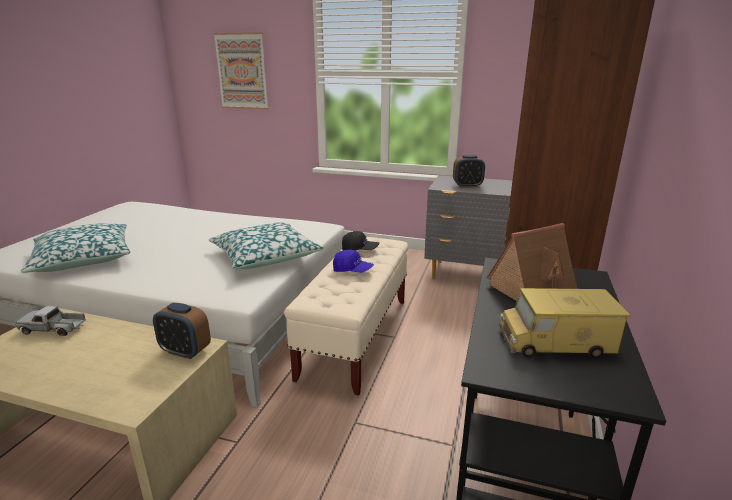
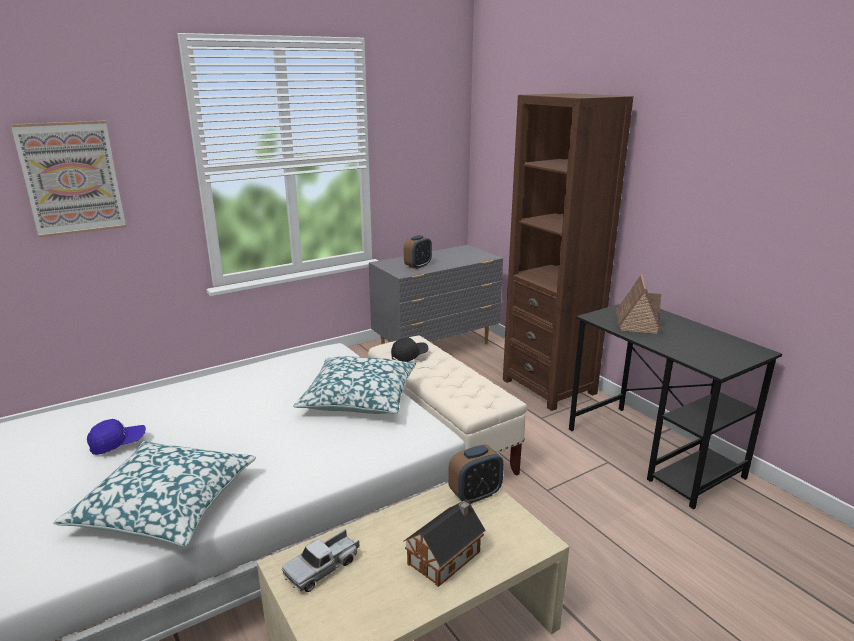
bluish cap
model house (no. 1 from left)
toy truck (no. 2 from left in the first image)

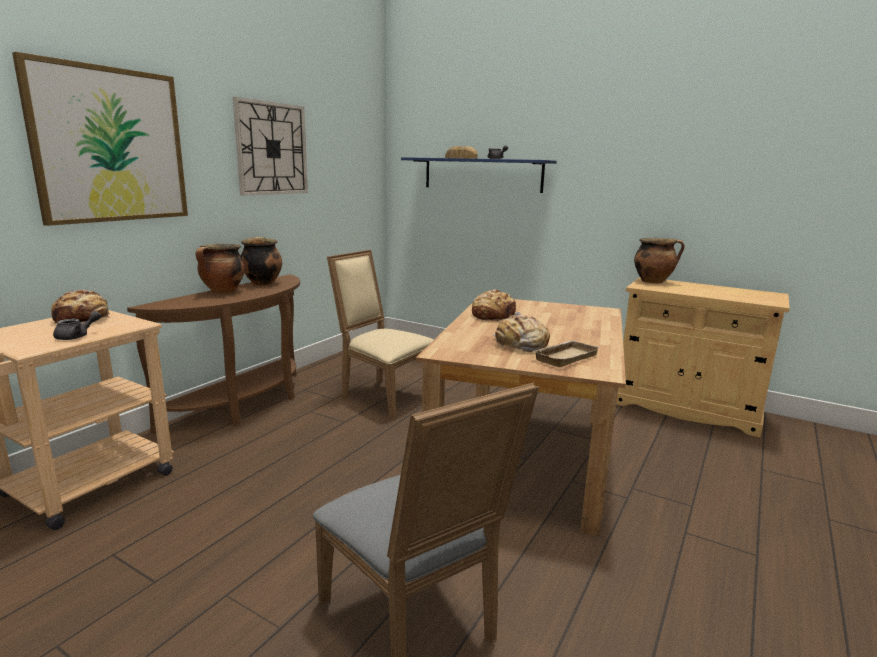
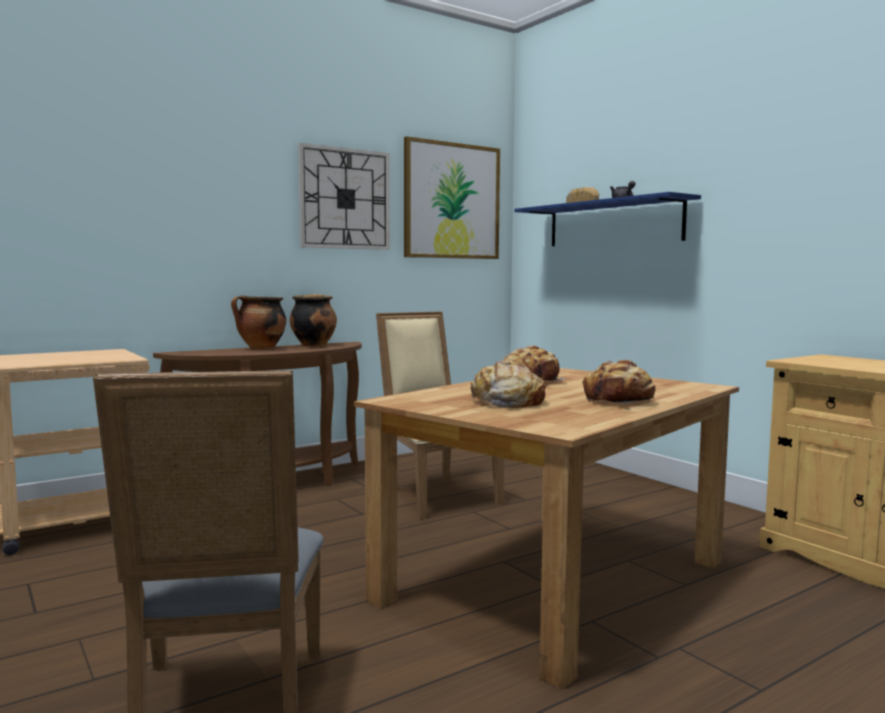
wall picture
baked bread (no. 4 from left)
greyish tea pot (no. 1 from left in the first image)
beige tray
stockpot (no. 3 from left in the first image)

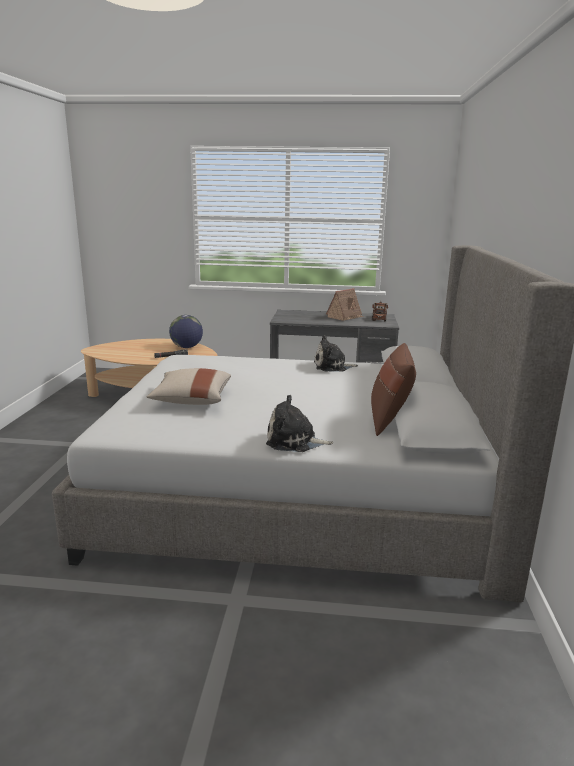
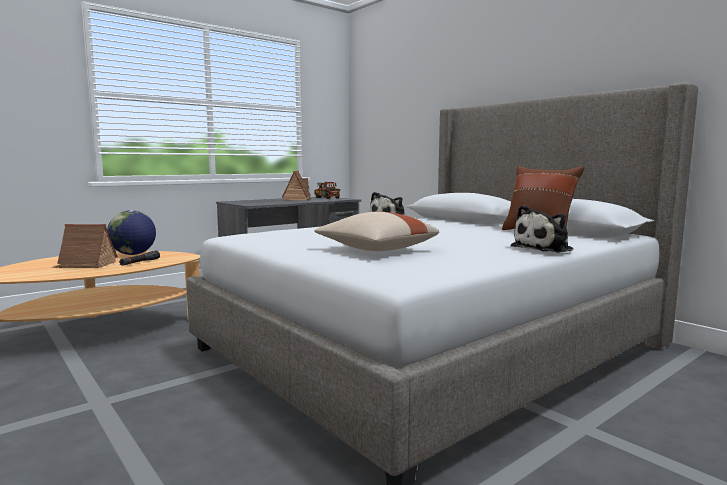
model house (no. 1 from left)

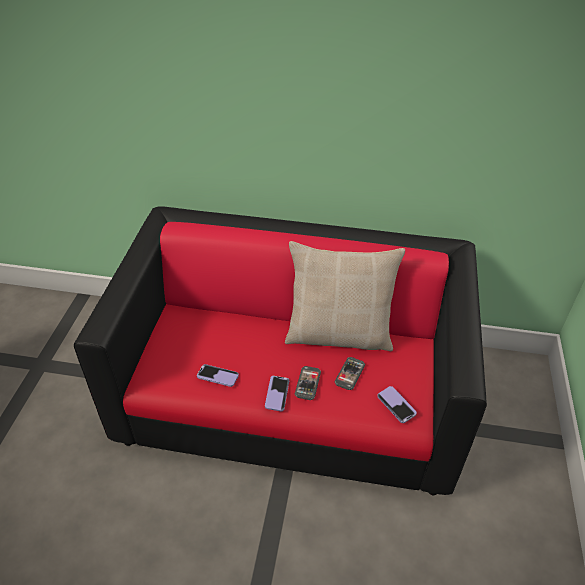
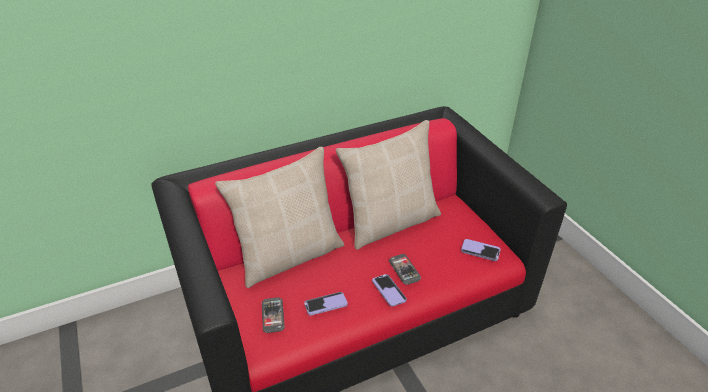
beige cushion (no. 1 from left)
handset (no. 1 from left)

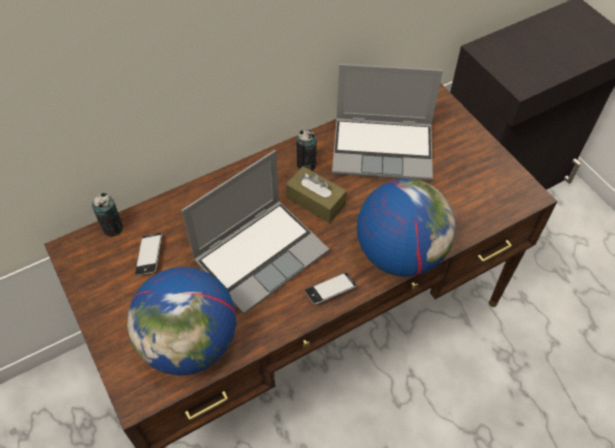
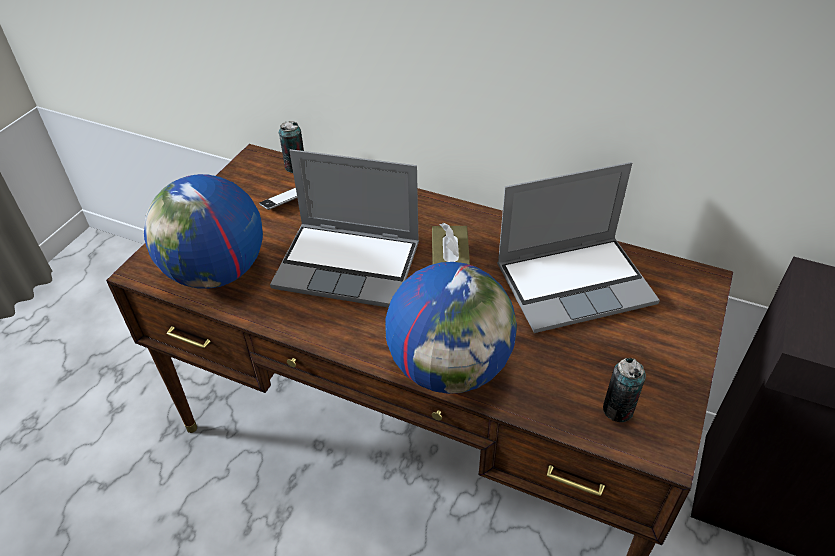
portable computer (no. 2 from left)
metal can (no. 2 from left)
handset (no. 2 from left in the first image)

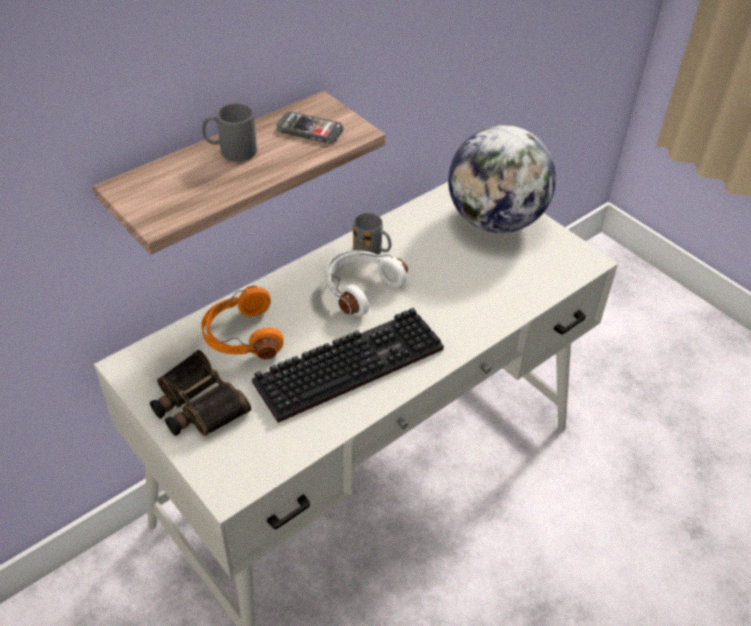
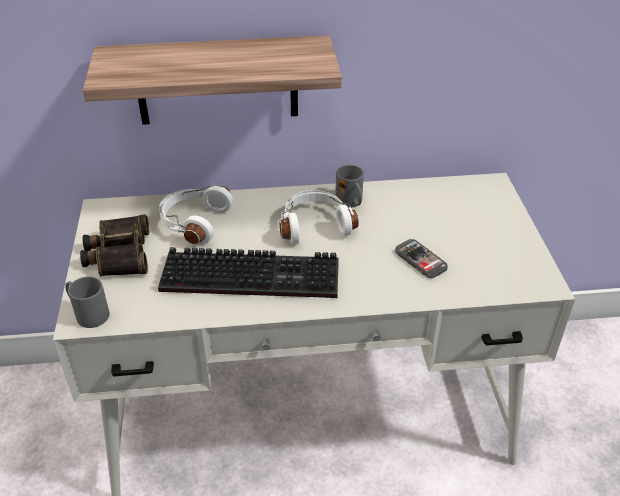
greyish tea mug (no. 1 from left)
white headset (no. 1 from left)
handset
world globe

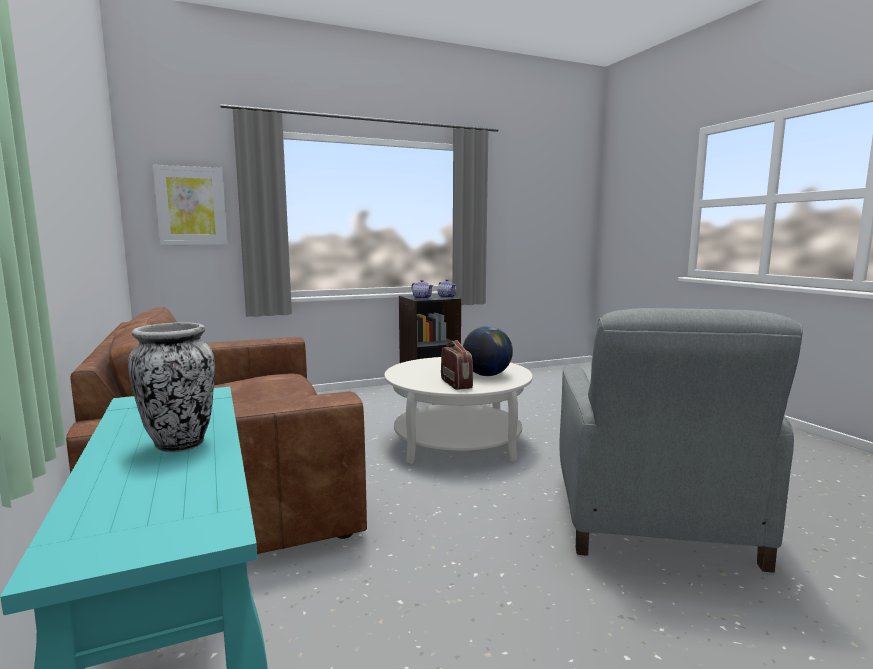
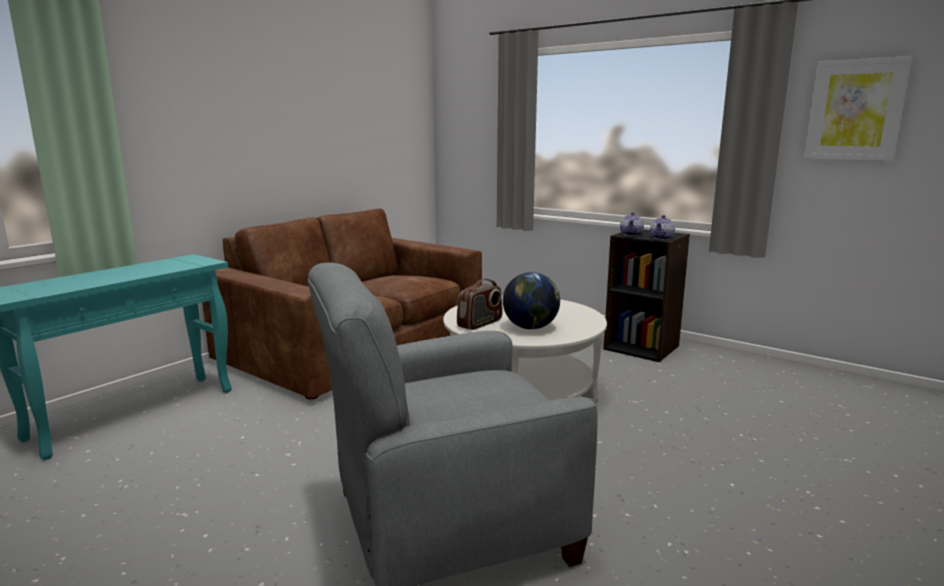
wall picture
vase

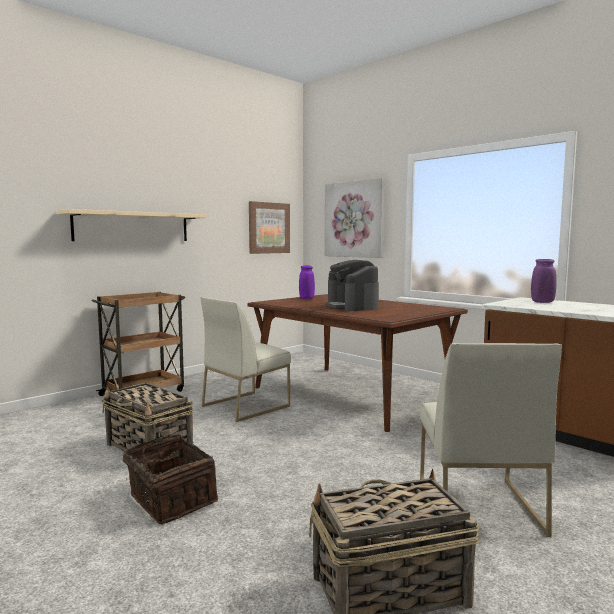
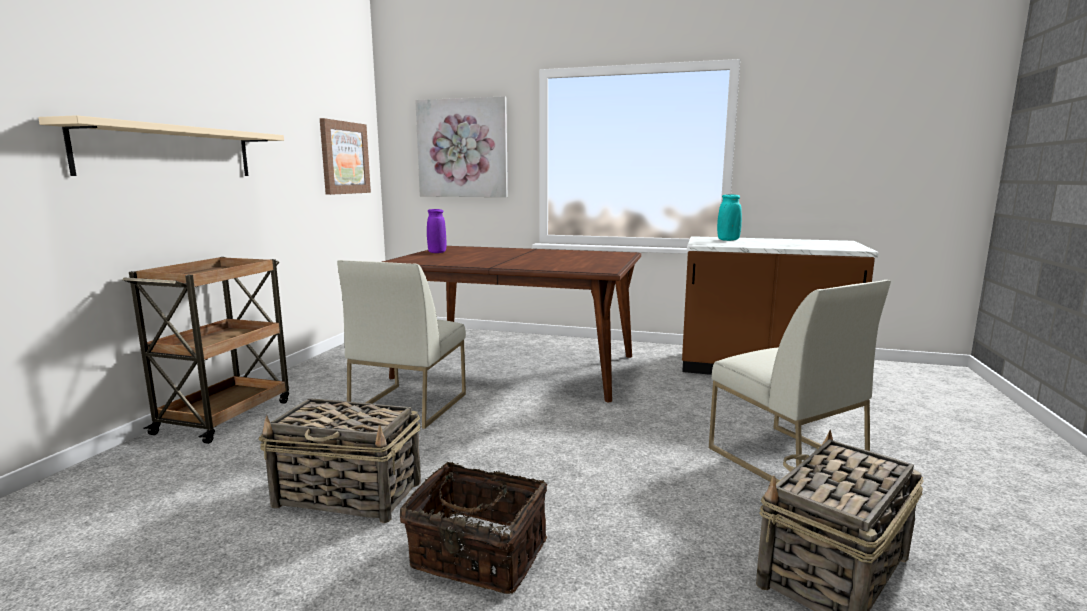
turquoise vase
coffee brewer

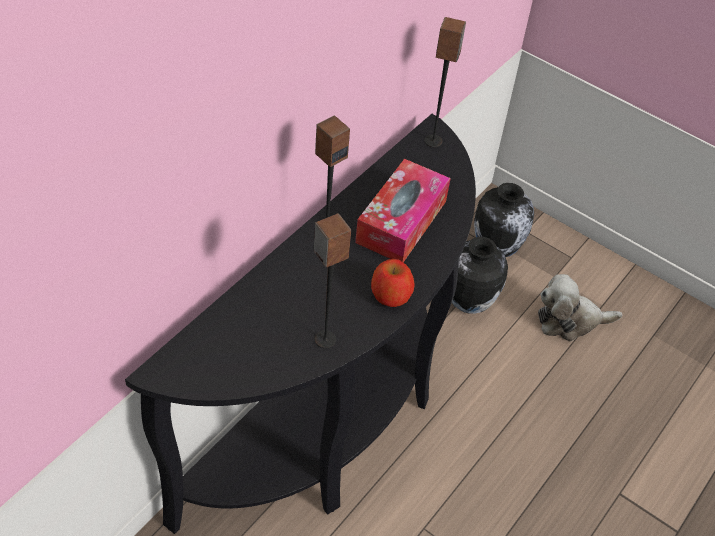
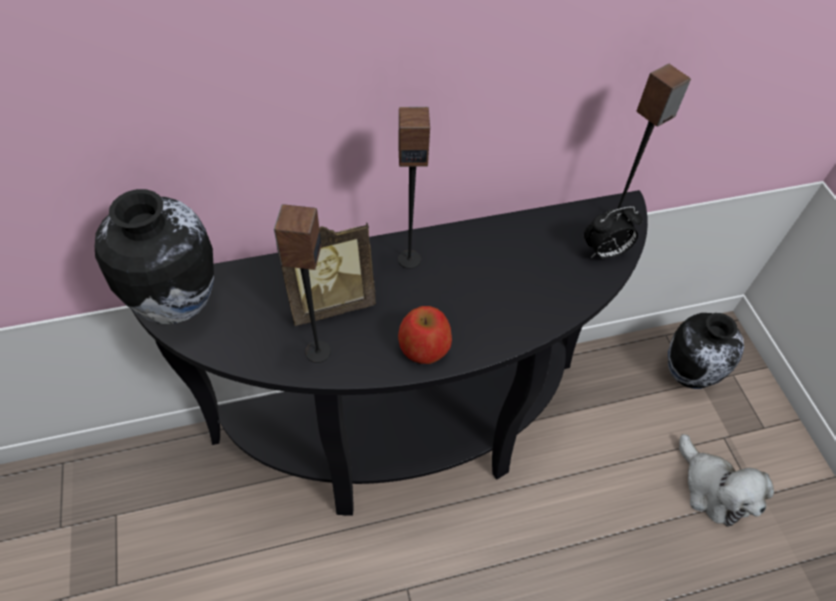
vase (no. 1 from left)
photo frame
alarm clock
plush toy
tissue box

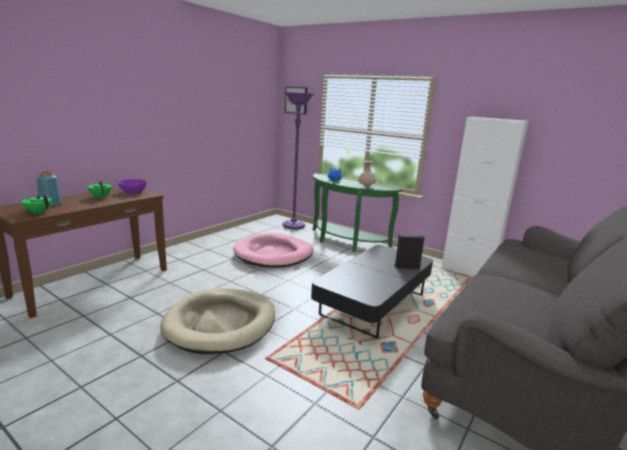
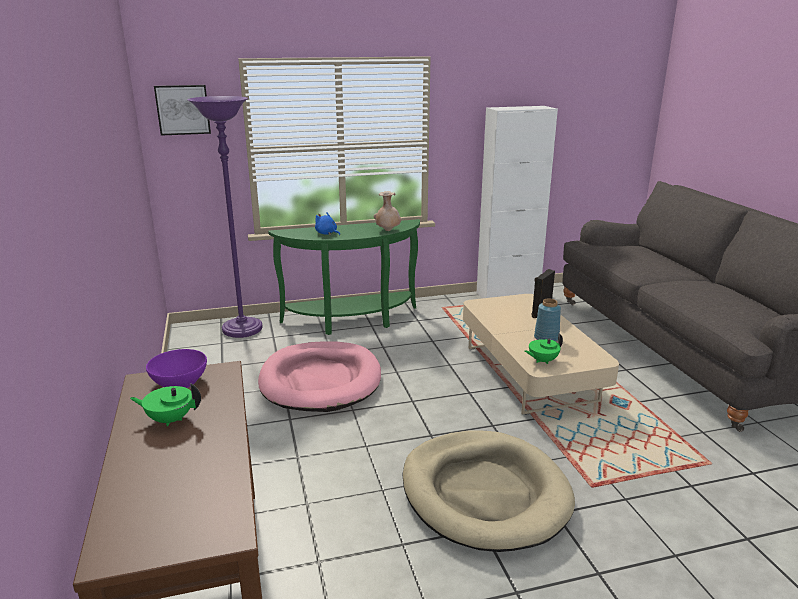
beige lounge table
green-coloured tea pot (no. 2 from left)
bluish vase

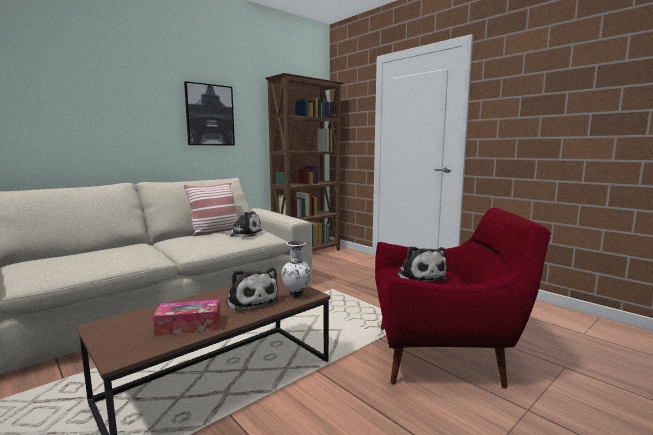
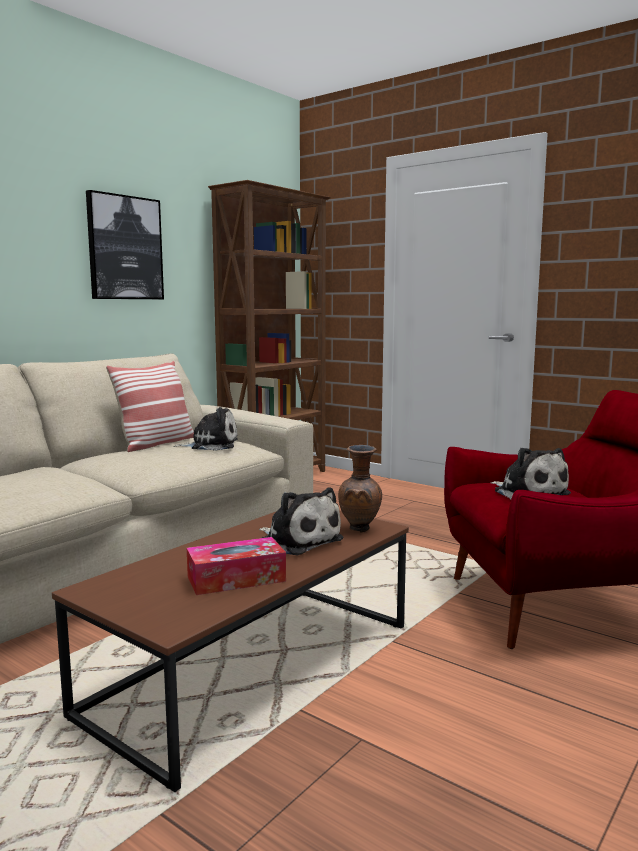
brown vase

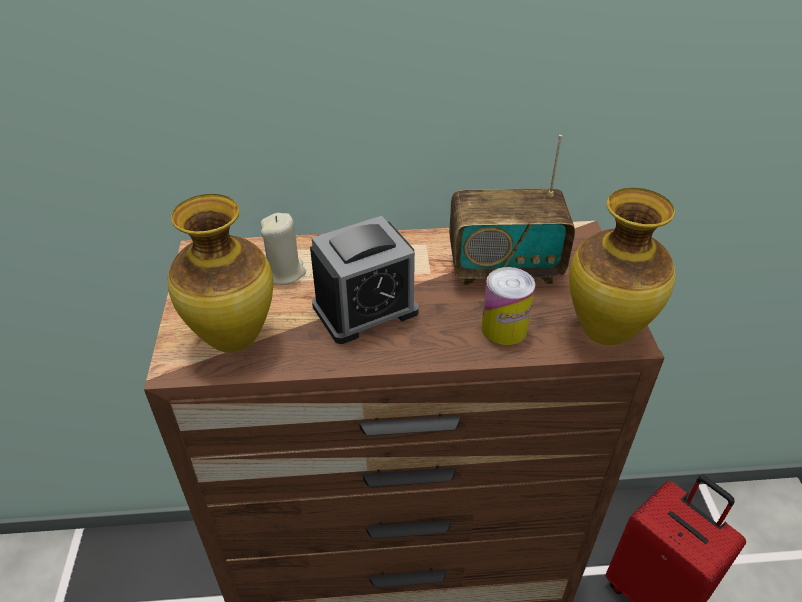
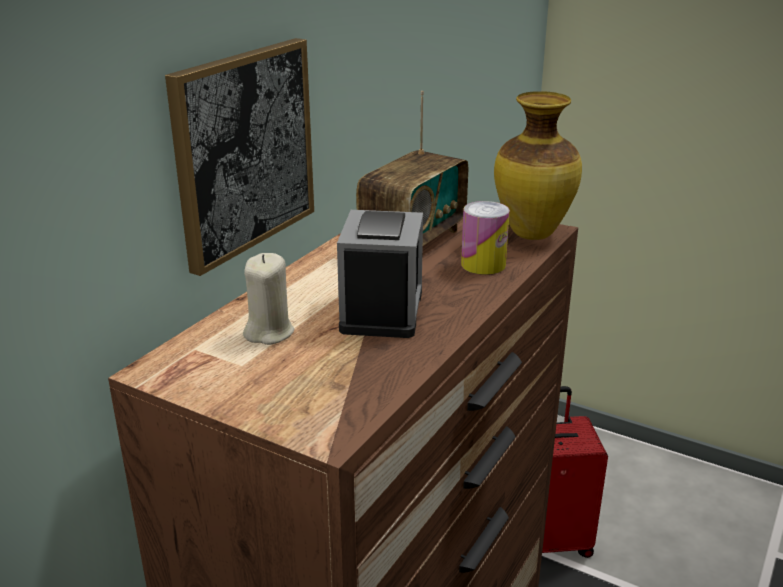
wall picture
vase (no. 1 from left in the first image)

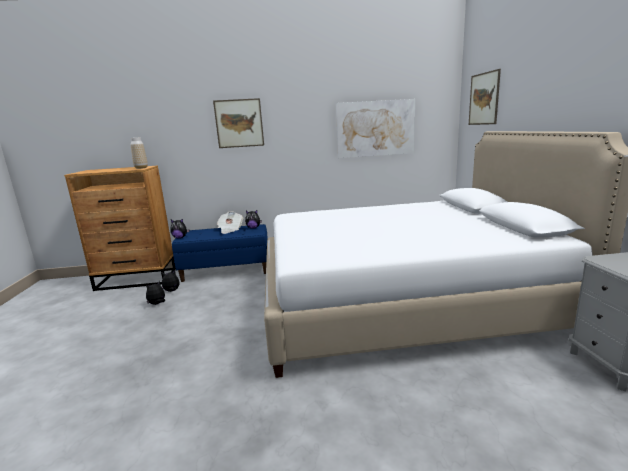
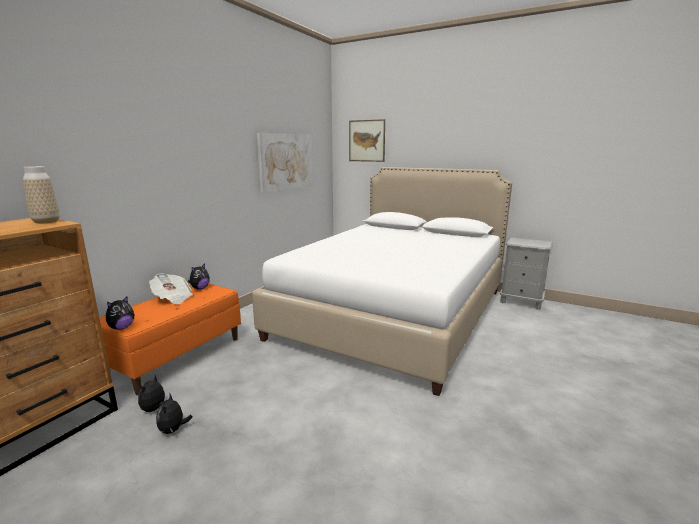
orangey long seat
wall picture (no. 1 from left in the first image)

